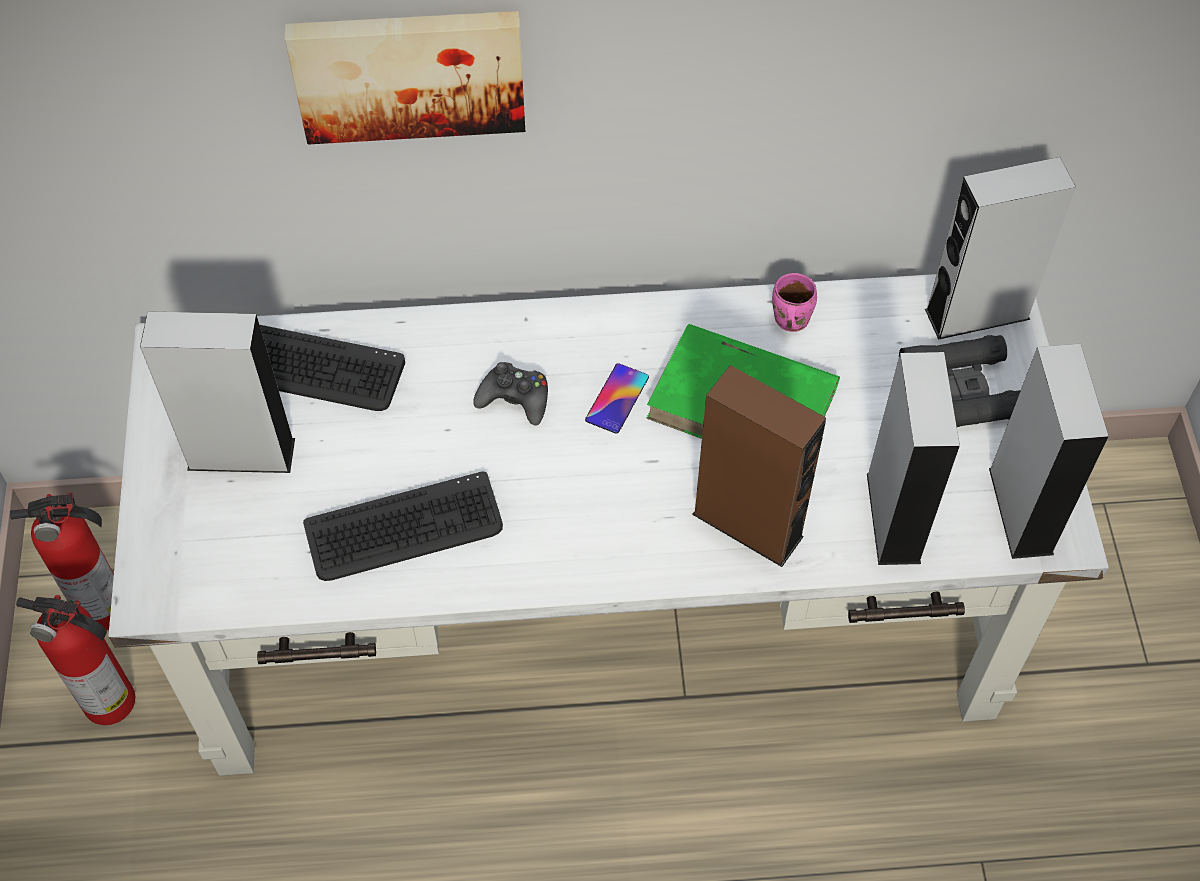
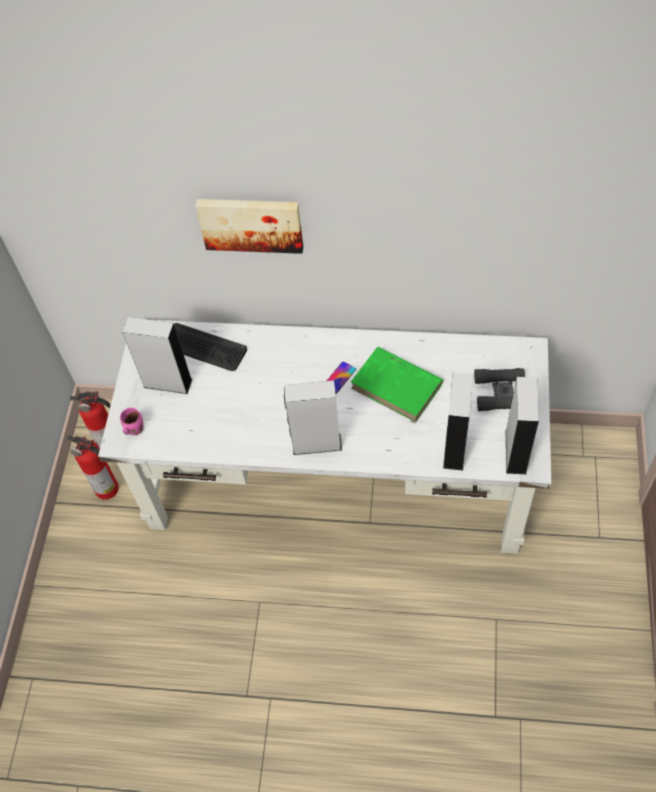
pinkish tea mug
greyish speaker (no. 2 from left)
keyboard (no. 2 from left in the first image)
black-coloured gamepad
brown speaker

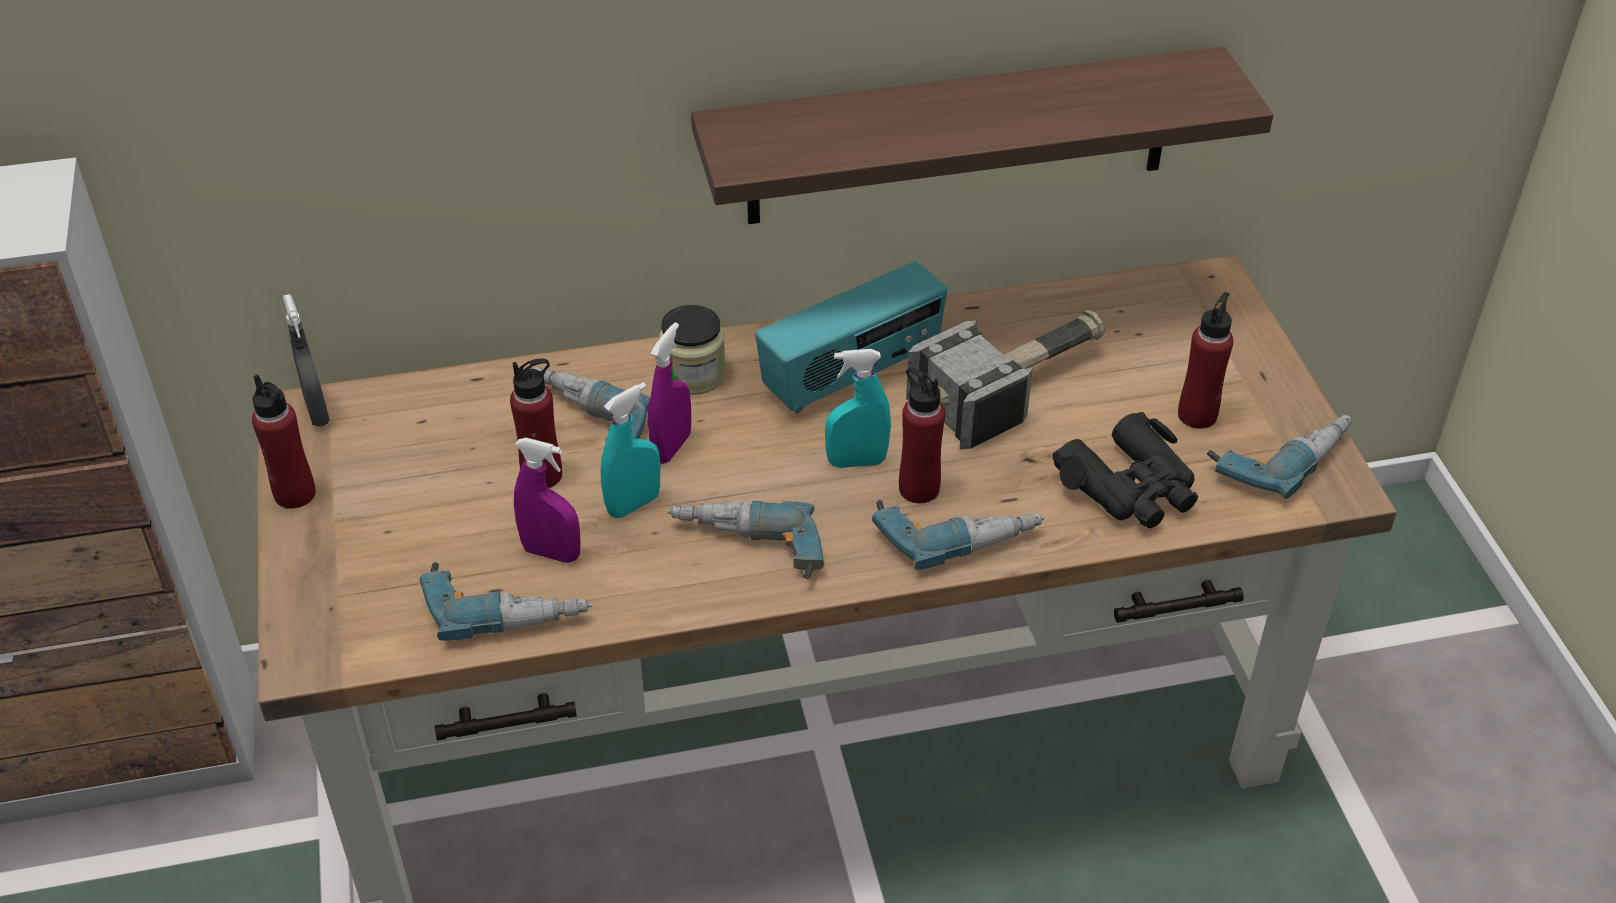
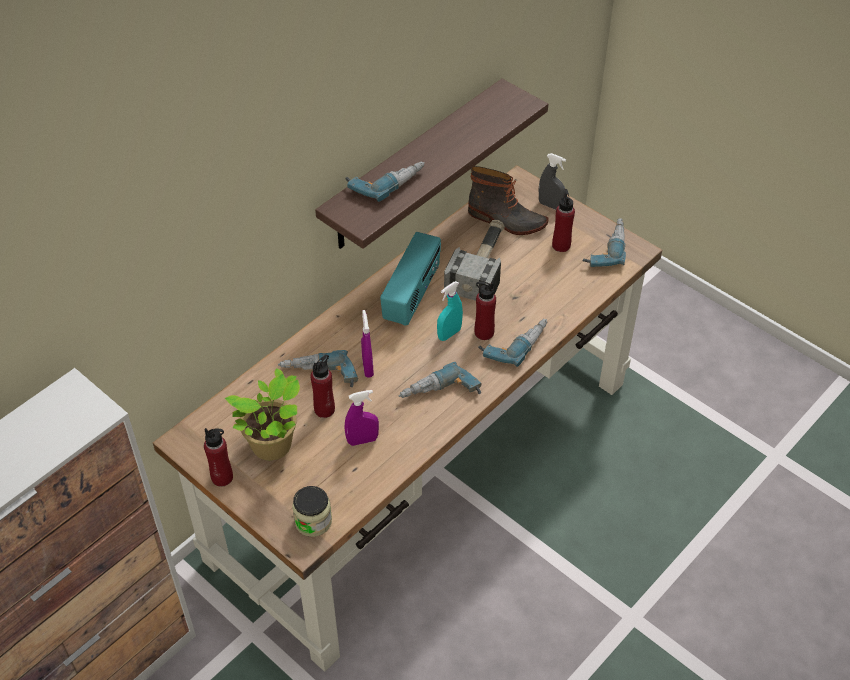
potted plant
jar
electric drill (no. 2 from left)
boot
greyish spray bottle
turquoise spray bottle (no. 1 from left in the first image)
black-coloured field glasses

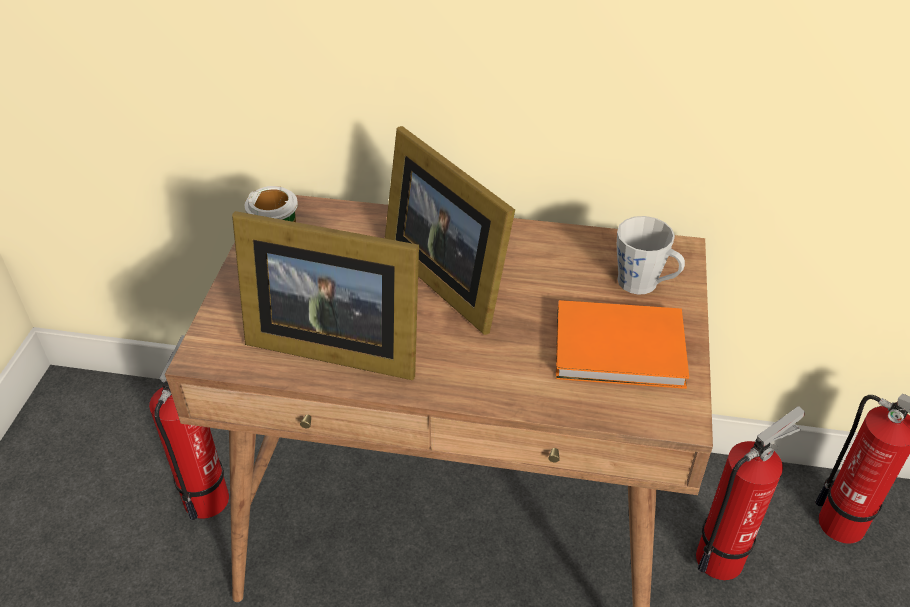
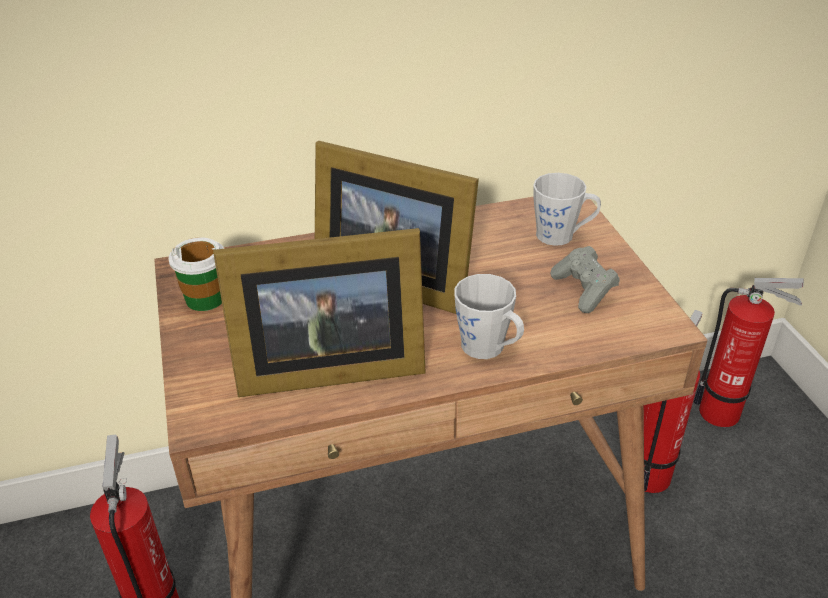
greyish tea mug (no. 1 from left)
greyish gamepad

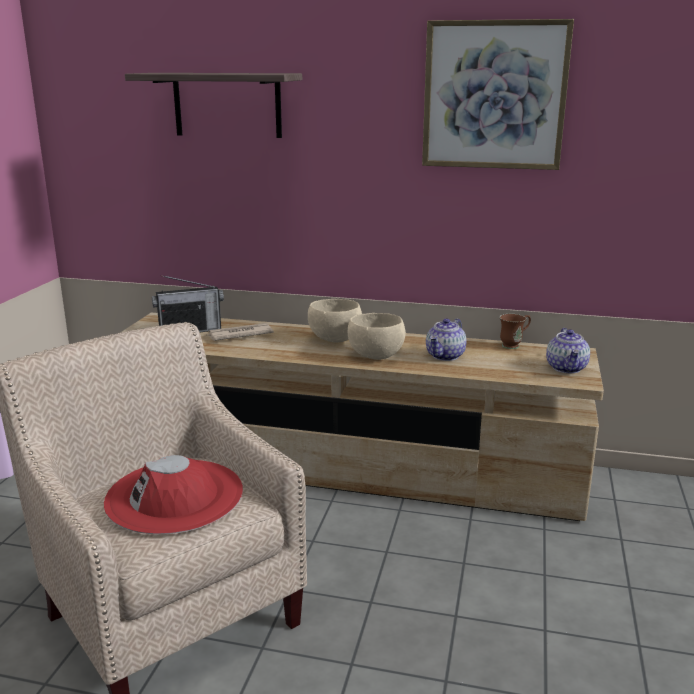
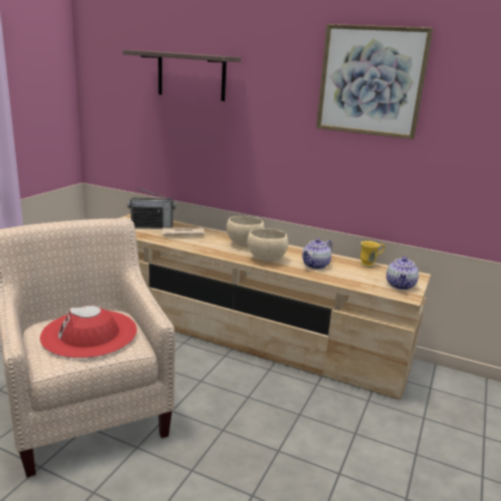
yellow tea mug

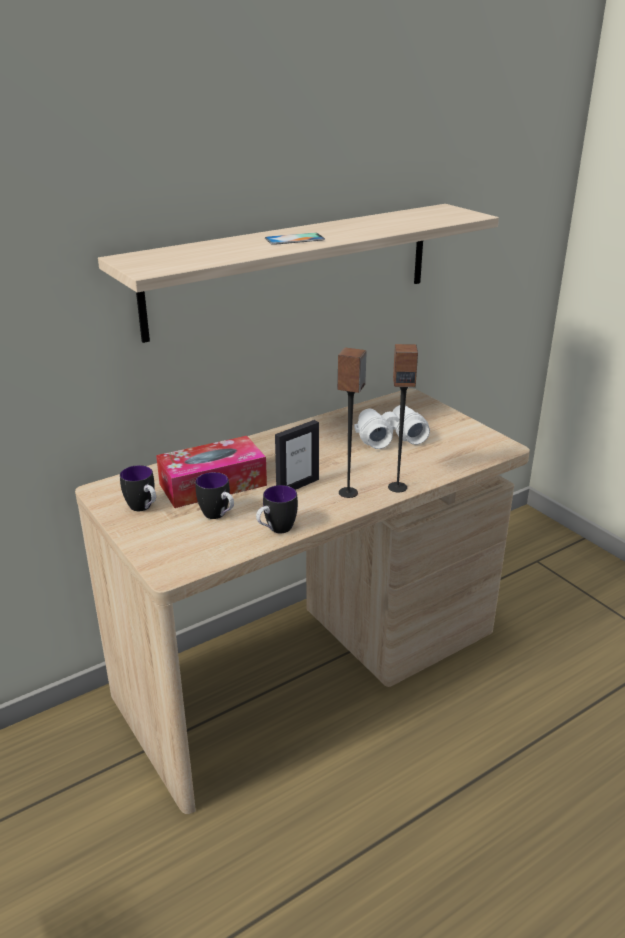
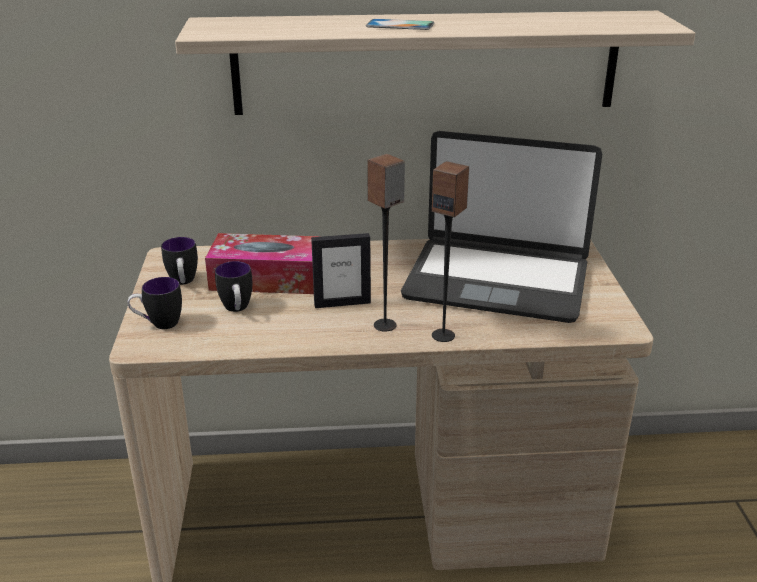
tea mug (no. 1 from left)
portable computer

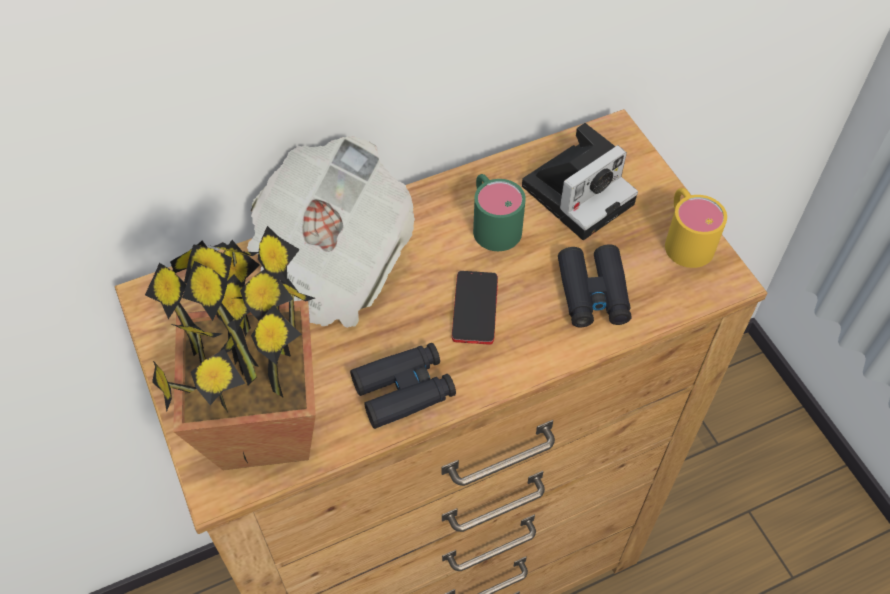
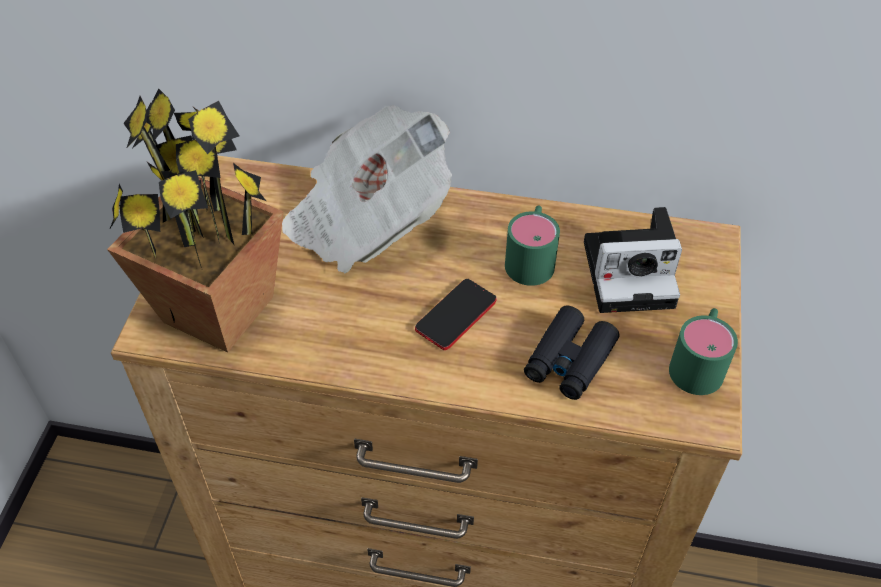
green-coloured tea mug (no. 2 from left)
black-coloured field glasses (no. 1 from left in the first image)

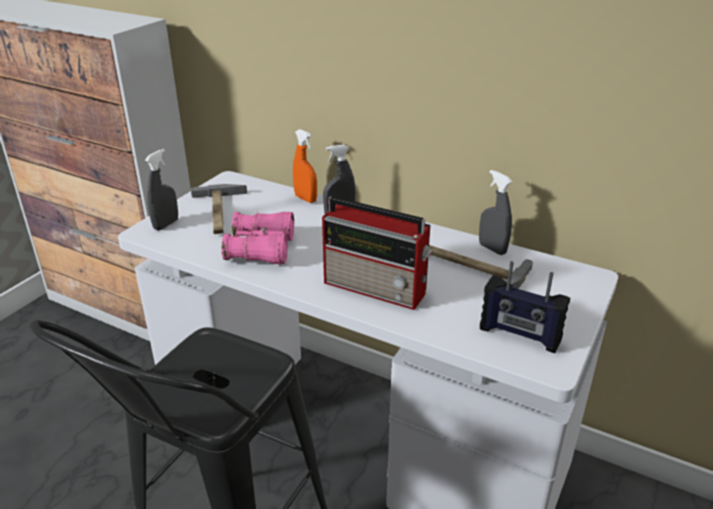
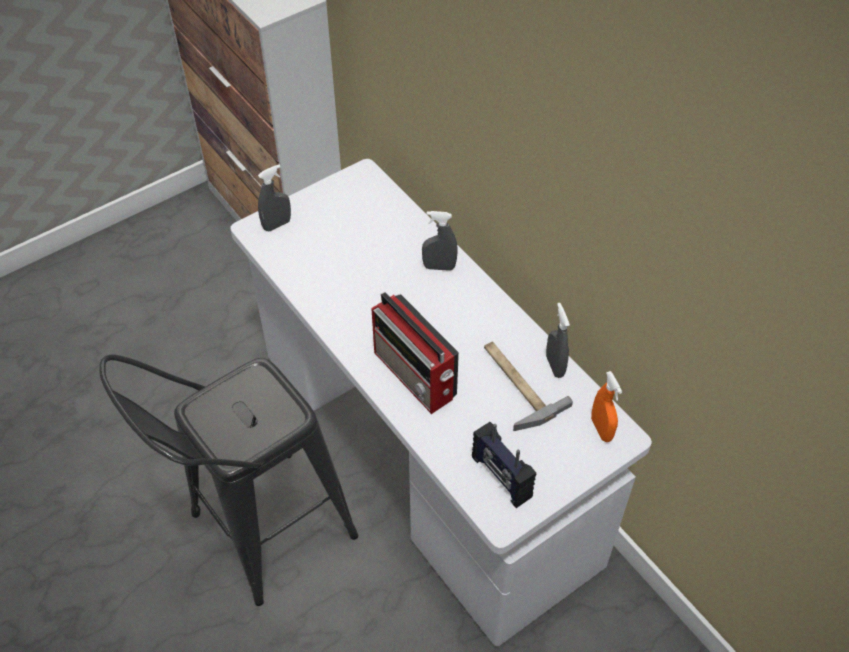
orangey spray bottle
hand hammer (no. 1 from left in the first image)
pinkish field glasses

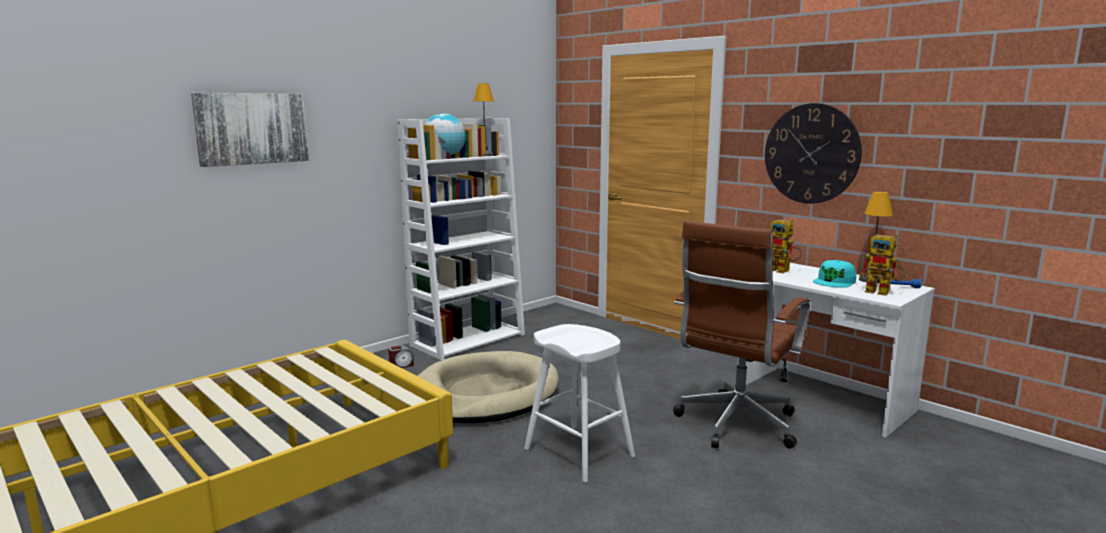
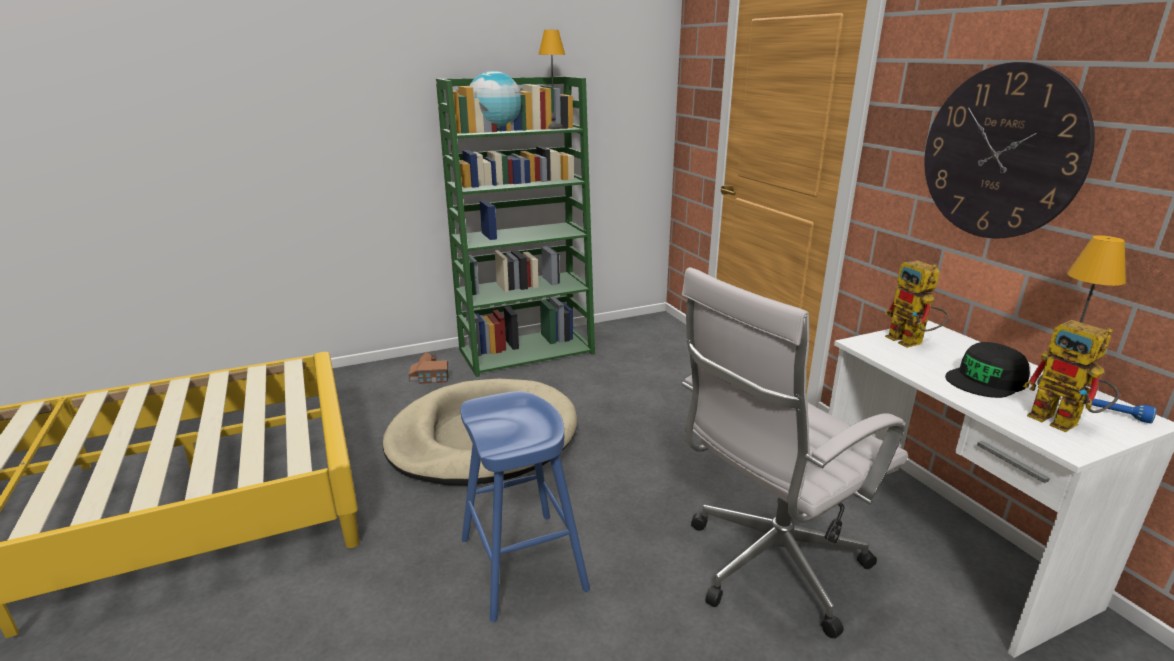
model house
green-coloured bookcase
bluish sitting stool
white office chair
black-coloured cap
wall picture

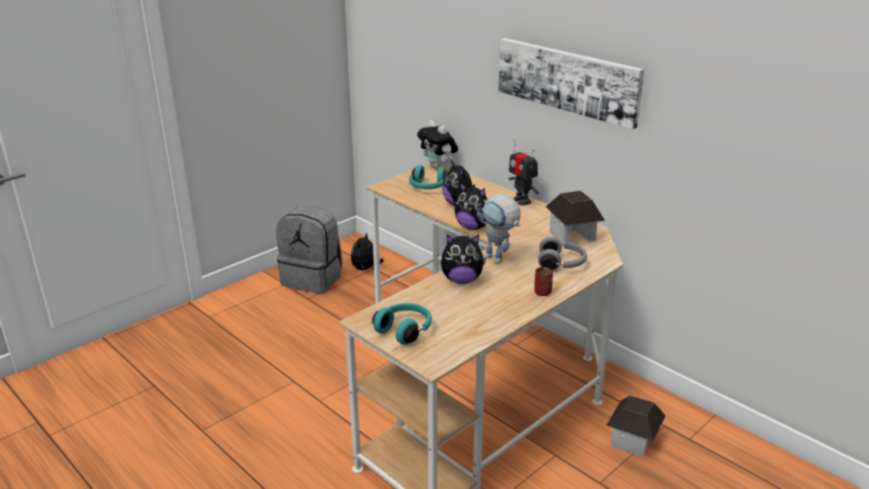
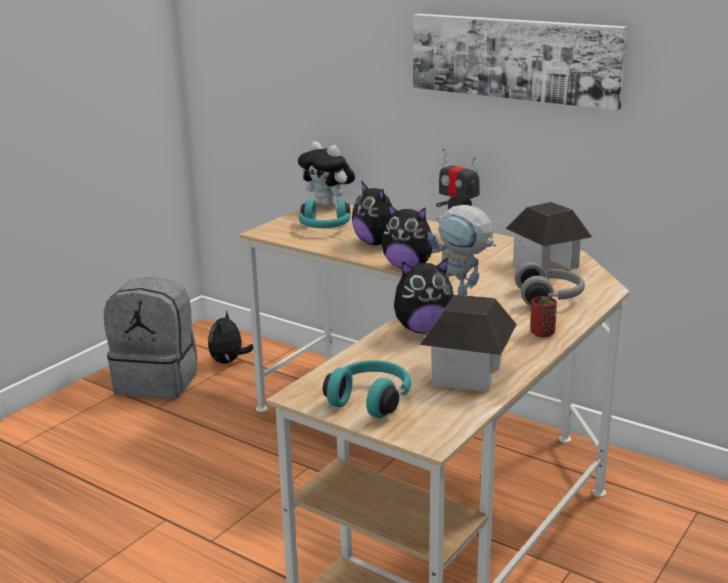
model house (no. 1 from left)

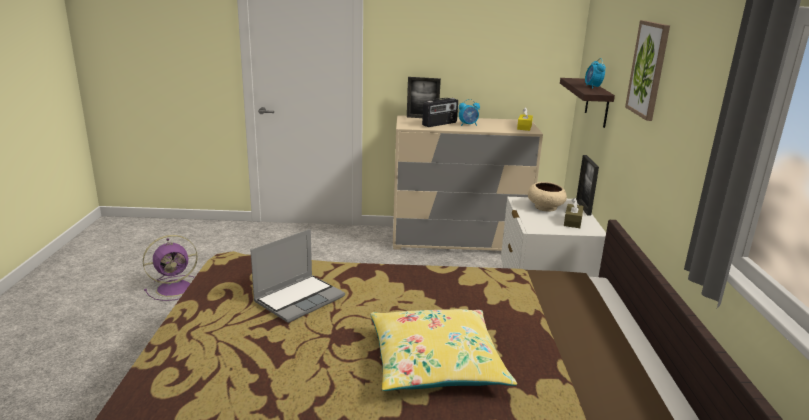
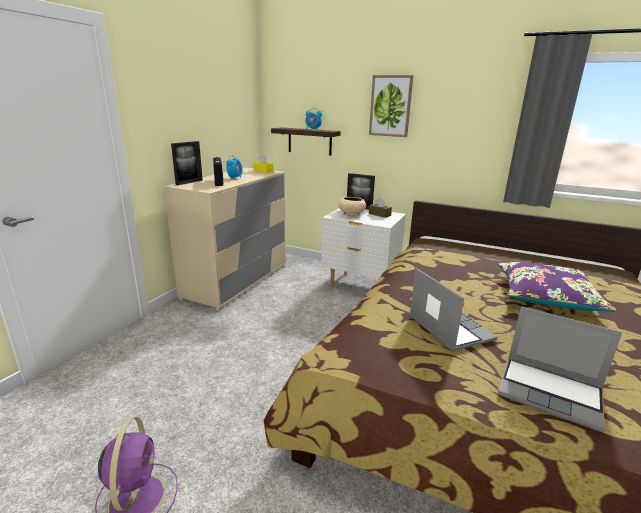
purple cushion
portable computer (no. 2 from left)

